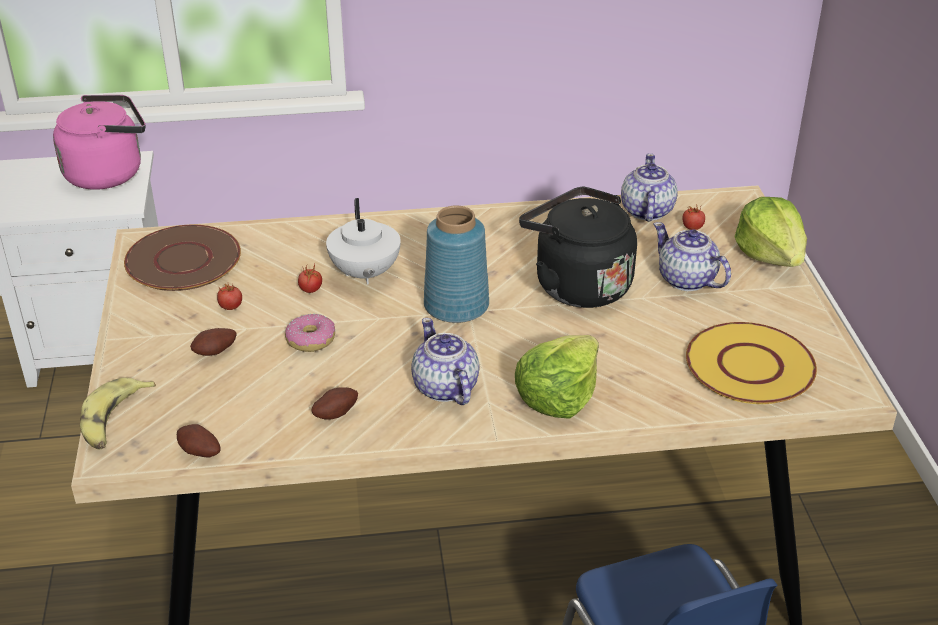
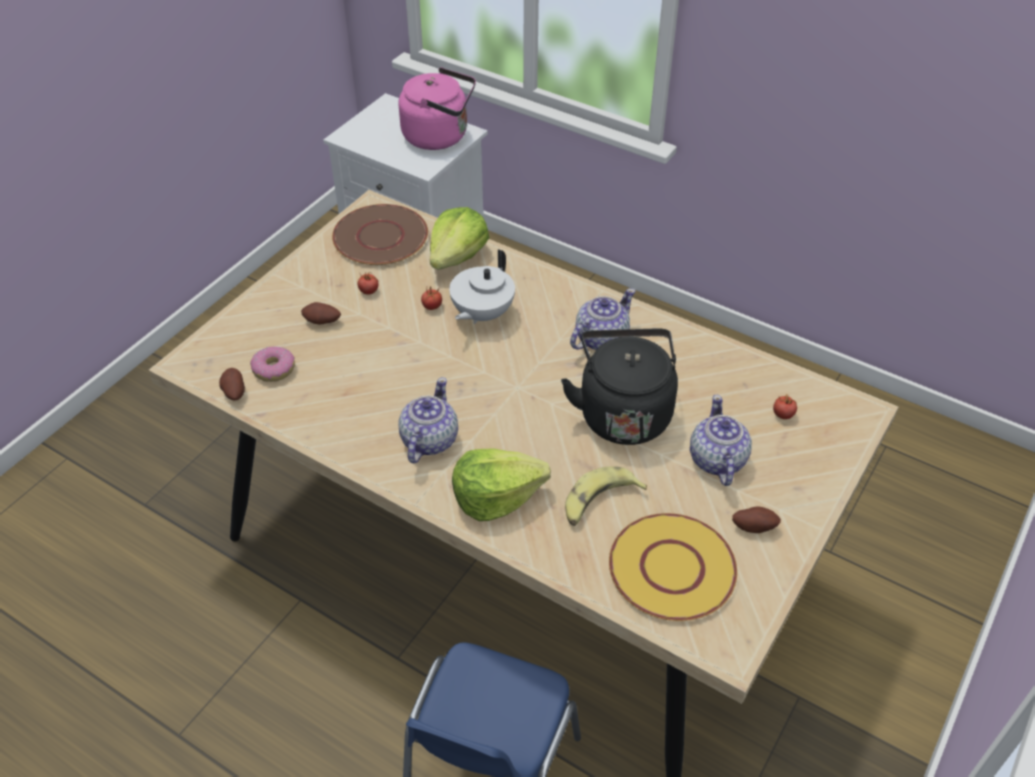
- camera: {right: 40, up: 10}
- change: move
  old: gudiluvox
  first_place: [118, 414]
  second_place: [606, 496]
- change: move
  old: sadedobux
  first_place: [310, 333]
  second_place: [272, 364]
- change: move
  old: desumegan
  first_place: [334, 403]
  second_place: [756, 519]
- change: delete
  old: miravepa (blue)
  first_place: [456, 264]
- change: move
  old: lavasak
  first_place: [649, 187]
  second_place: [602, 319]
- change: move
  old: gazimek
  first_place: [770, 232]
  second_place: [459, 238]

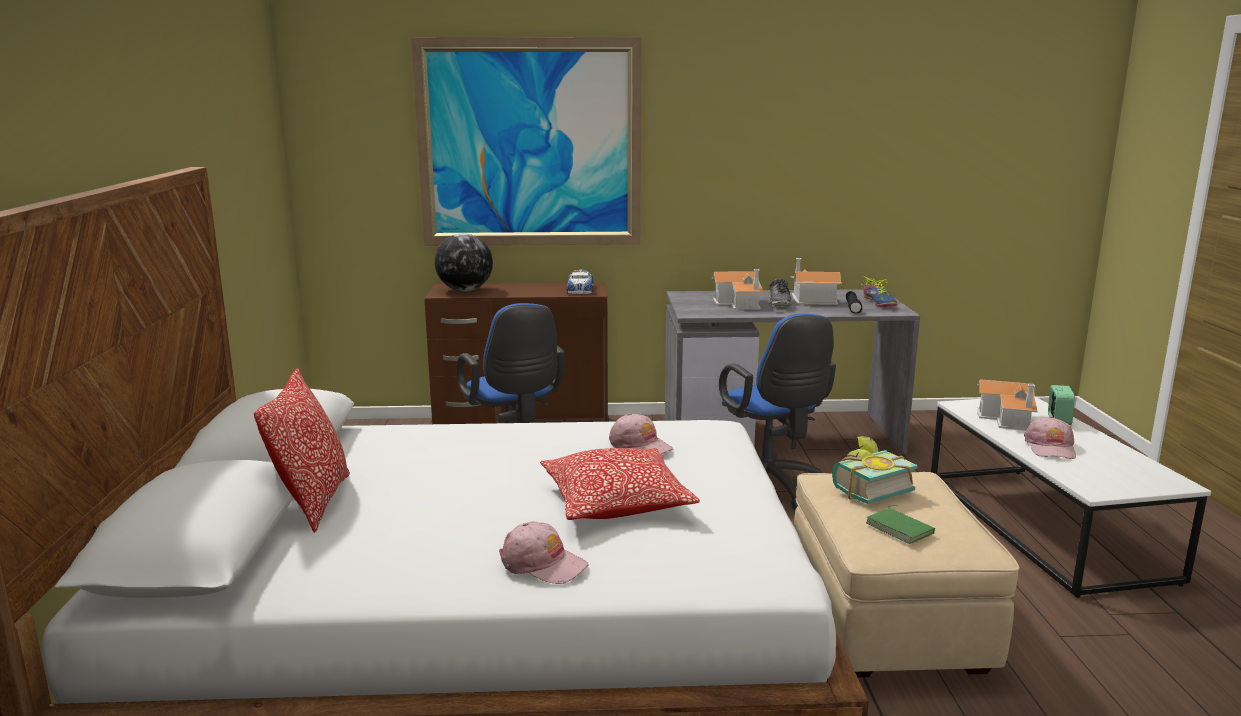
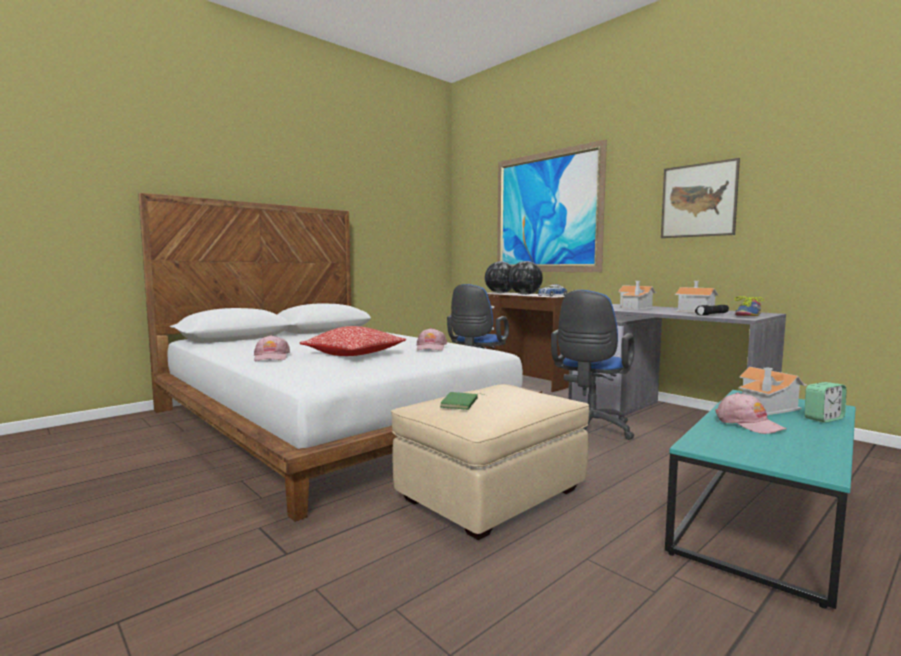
- camera: {right: 50, up: -10}
- change: delete
  old: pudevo
  first_place: [302, 450]
- change: delete
  old: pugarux
  first_place: [780, 293]
- change: delete
  old: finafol
  first_place: [875, 470]
- change: recolor
  old: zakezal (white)
  new: zakezal (turquoise)
  first_place: [1071, 497]
  second_place: [760, 499]
- change: rotate
  old: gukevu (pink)
  first_place: [1050, 437]
  second_place: [751, 413]
  degrees: -90
- change: insert
  new: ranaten
  second_place: [526, 278]
- change: insert
  new: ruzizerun
  second_place: [700, 198]

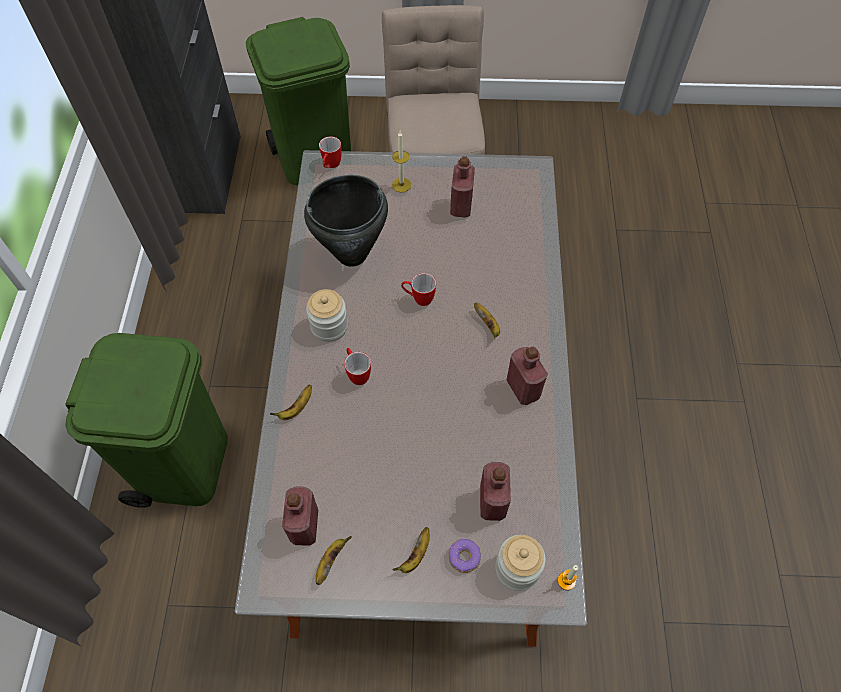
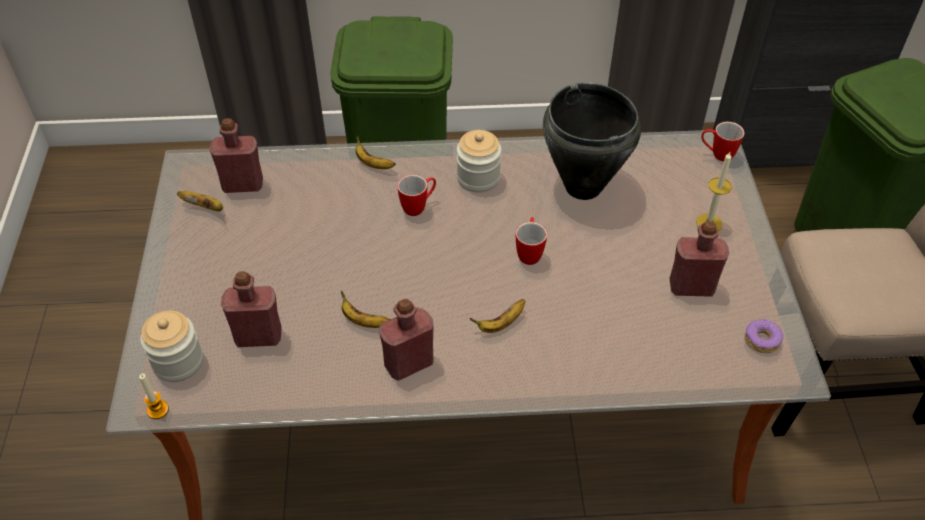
- camera: {right: 85, up: -10}
- change: move
  old: gudiluvox
  first_place: [411, 550]
  second_place: [366, 309]
- change: move
  old: sadedobux
  first_place: [465, 556]
  second_place: [764, 336]

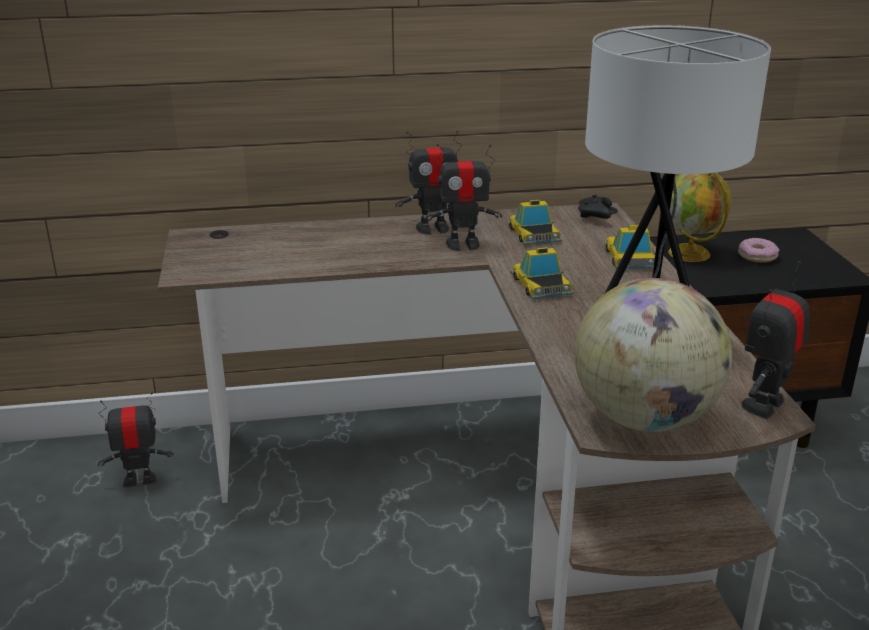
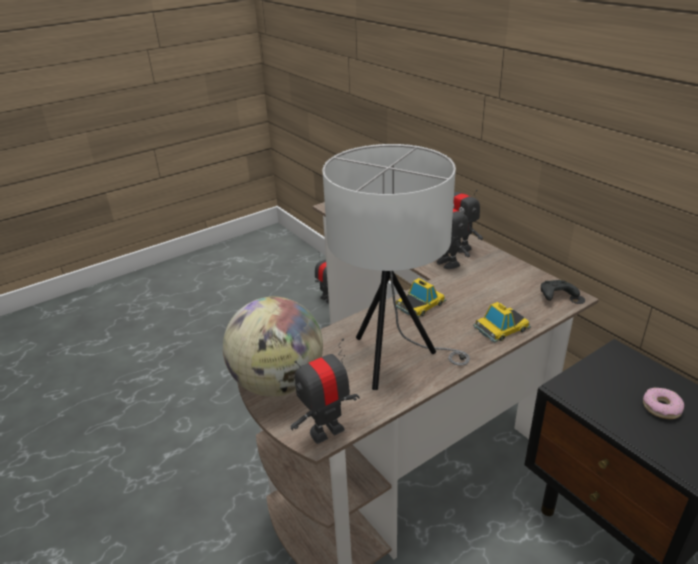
- camera: {right: 65, up: 5}
- change: delete
  old: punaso
  first_place: [534, 222]
- change: delete
  old: ranaten
  first_place: [699, 217]
- change: rotate
  old: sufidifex
  first_place: [775, 340]
  second_place: [325, 391]
  degrees: -45

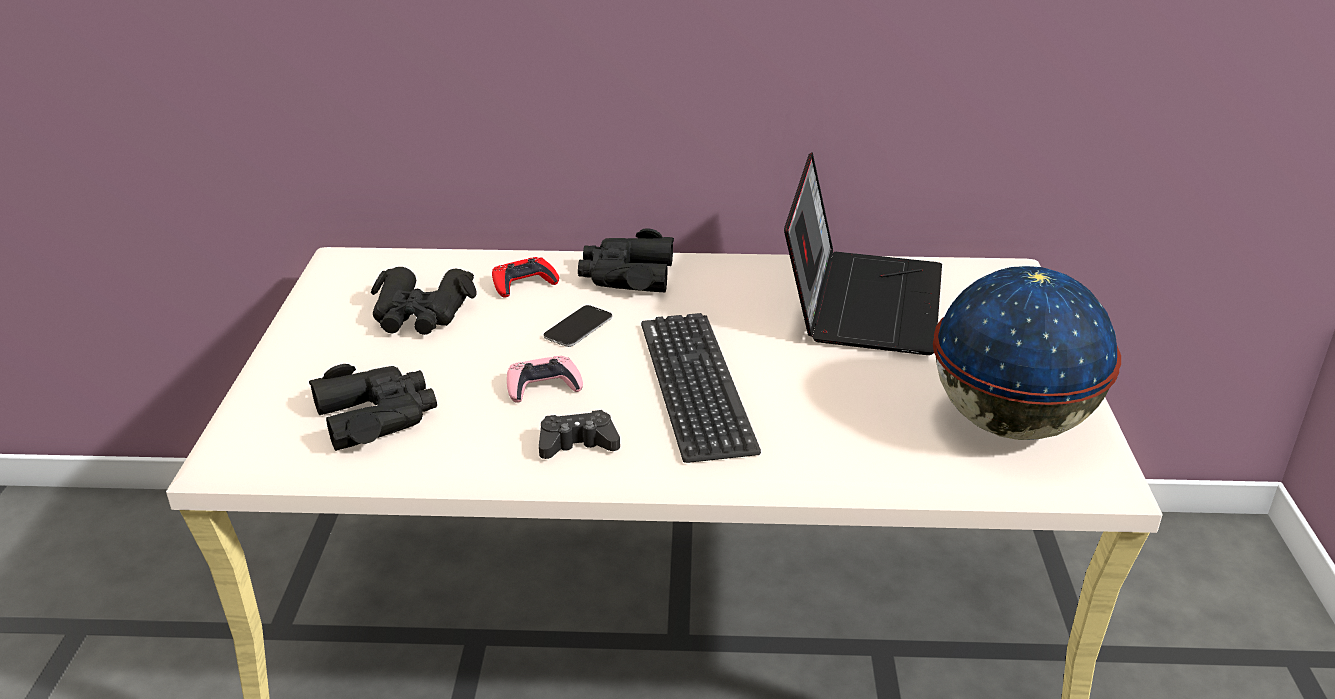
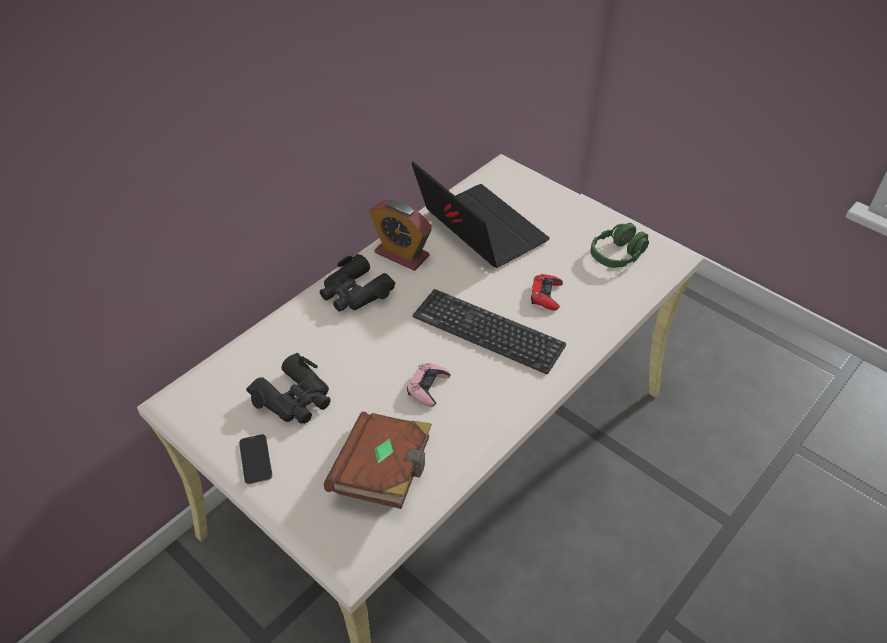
- camera: {right: -50, up: 15}
- change: replace
  old: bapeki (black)
  new: finafol (brown)
  first_place: [373, 407]
  second_place: [378, 460]
- change: move
  old: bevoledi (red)
  first_place: [525, 277]
  second_place: [547, 292]
- change: delete
  old: bevoledi (black)
  first_place: [579, 434]
- change: move
  old: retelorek
  first_place: [577, 326]
  second_place: [255, 459]
- change: replace
  old: ranaten
  new: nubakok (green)
  first_place: [1027, 353]
  second_place: [620, 245]
- change: insert
  new: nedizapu
  second_place: [400, 235]

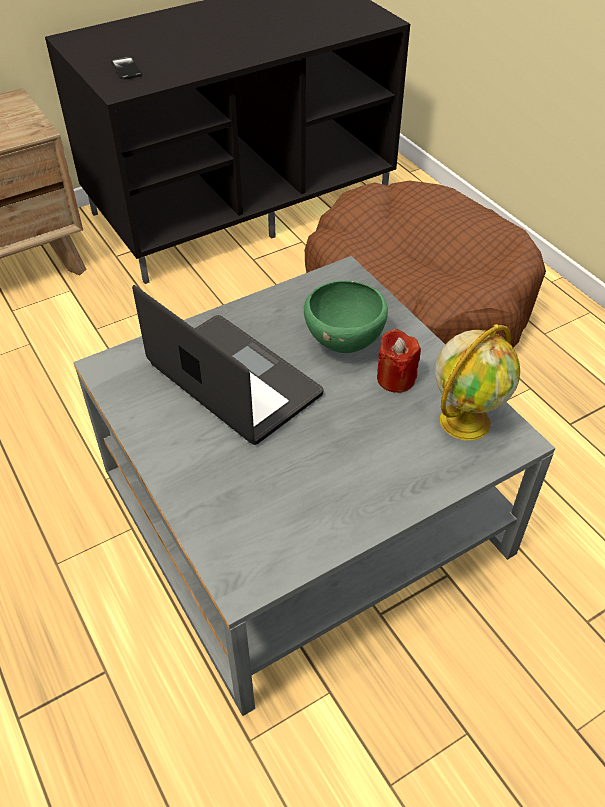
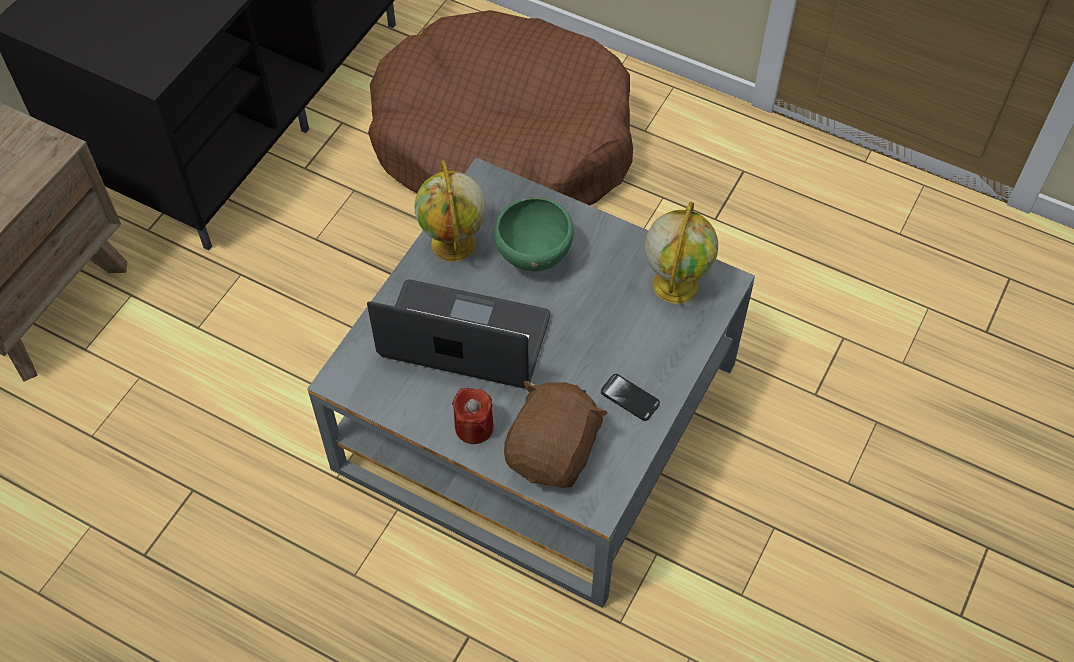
- camera: {right: -30, up: 10}
- change: move
  old: retelorek
  first_place: [126, 68]
  second_place: [630, 397]
- change: move
  old: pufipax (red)
  first_place: [399, 361]
  second_place: [473, 416]
- change: insert
  new: ranaten
  second_place: [450, 211]
- change: insert
  new: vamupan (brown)
  second_place: [556, 434]

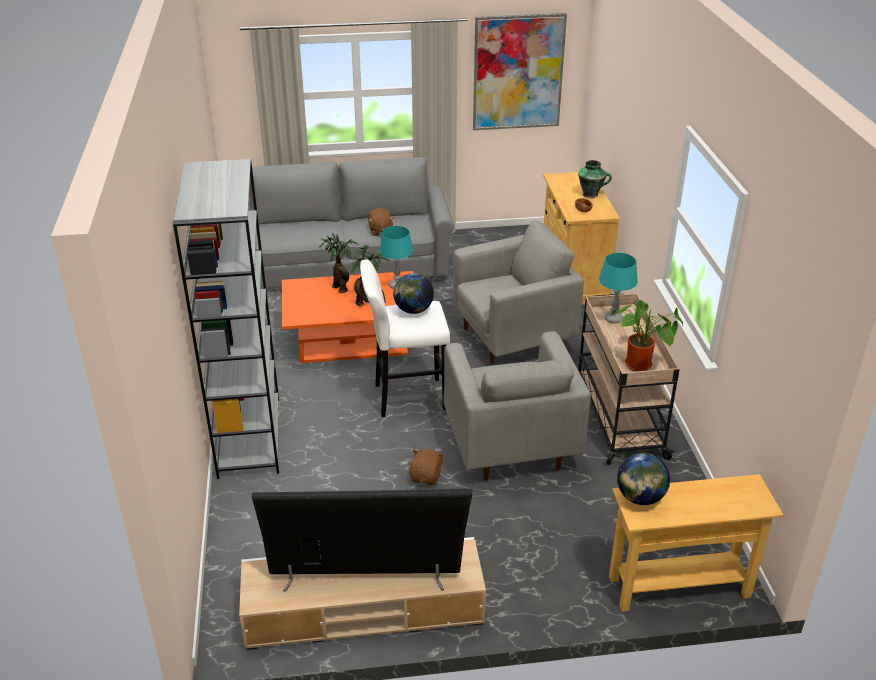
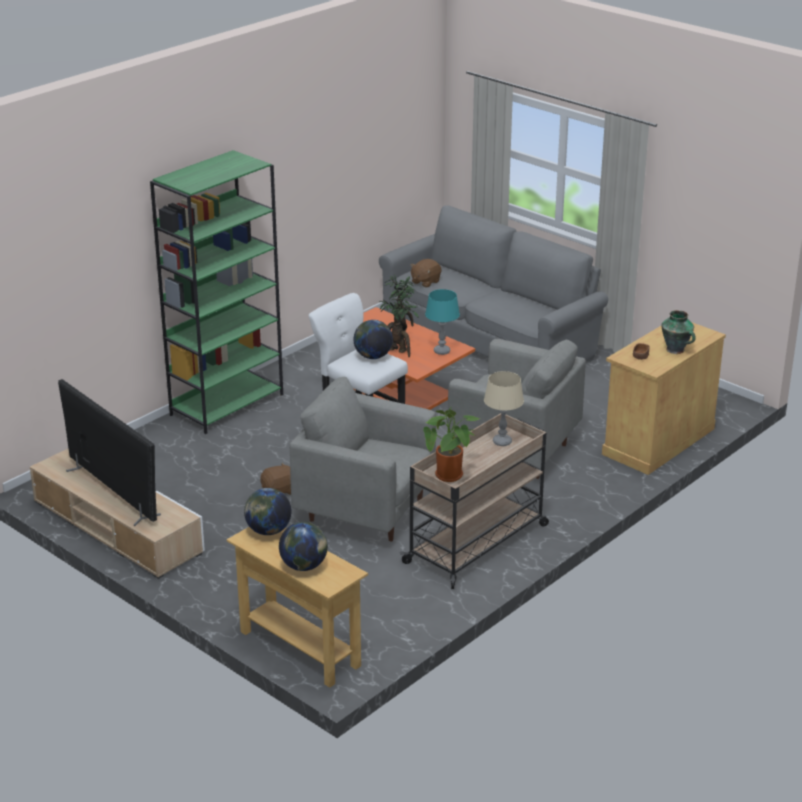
- camera: {right: 50, up: -5}
- change: recolor
  old: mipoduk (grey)
  new: mipoduk (green)
  first_place: [226, 319]
  second_place: [216, 292]
- change: move
  old: vamupan (brown)
  first_place: [381, 222]
  second_place: [425, 273]
- change: rotate
  old: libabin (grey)
  first_place: [517, 406]
  second_place: [363, 459]
  degrees: 75
- change: delete
  old: ruzizerun
  first_place: [520, 71]
- change: recolor
  old: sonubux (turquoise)
  new: sonubux (beige)
  first_place: [618, 288]
  second_place: [504, 408]
- change: insert
  new: ranaten
  second_place: [303, 546]

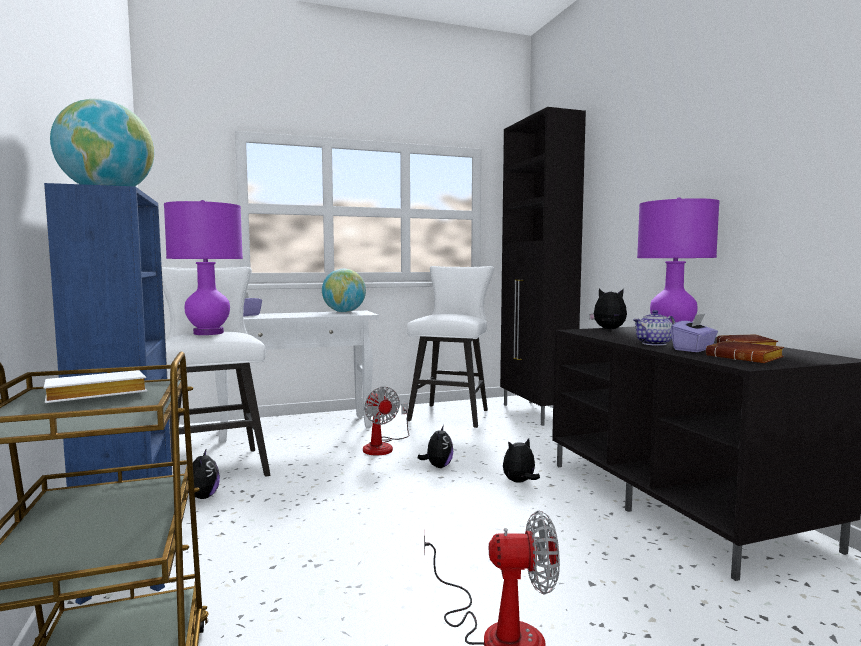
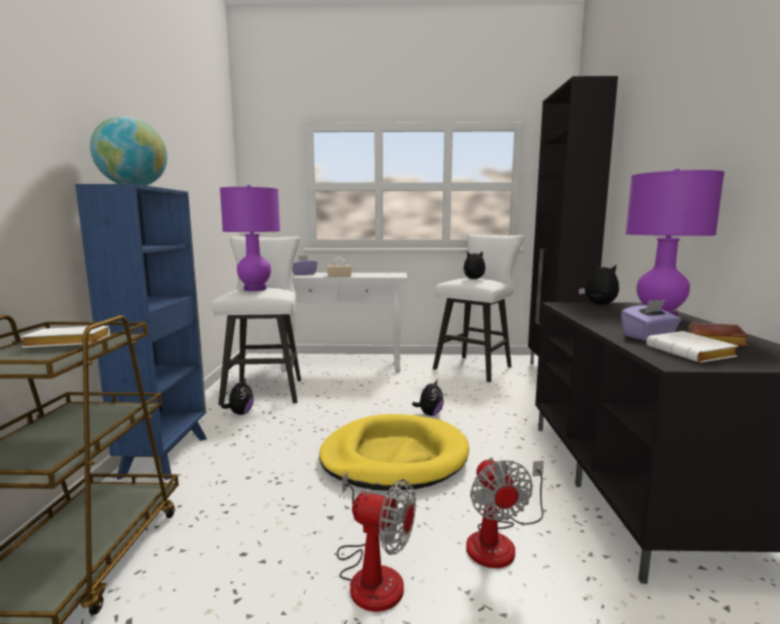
- camera: {right: 20, up: 5}
- change: delete
  old: ranaten
  first_place: [344, 290]
- change: move
  old: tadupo
  first_place: [386, 421]
  second_place: [505, 512]
- change: move
  old: vamupan
  first_place: [521, 460]
  second_place: [474, 265]
- change: delete
  old: lavasak
  first_place: [654, 328]
- change: recolor
  old: finafol (brown)
  new: finafol (white)
  first_place: [745, 351]
  second_place: [692, 347]
- change: insert
  new: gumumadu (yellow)
  second_place: [394, 452]
- change: insert
  new: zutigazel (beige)
  second_place: [339, 266]

